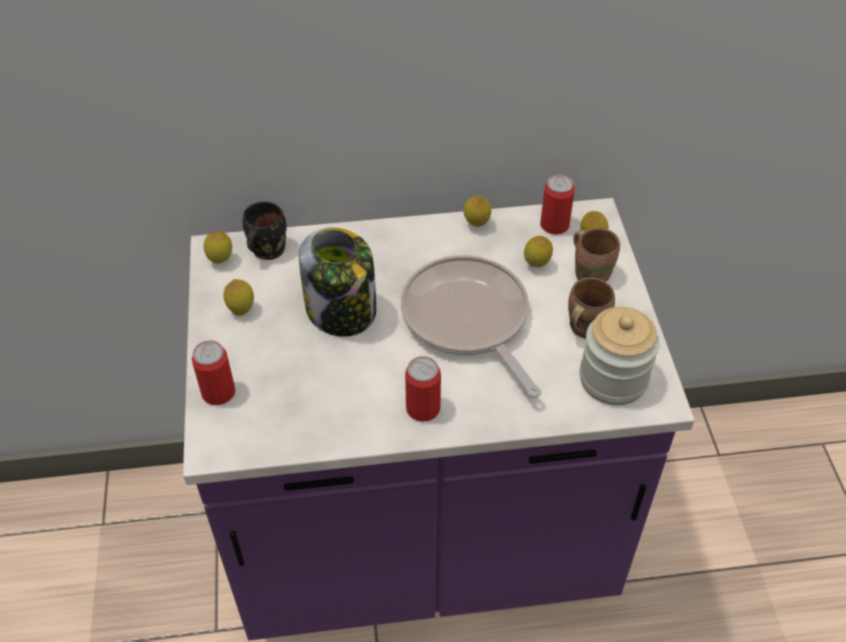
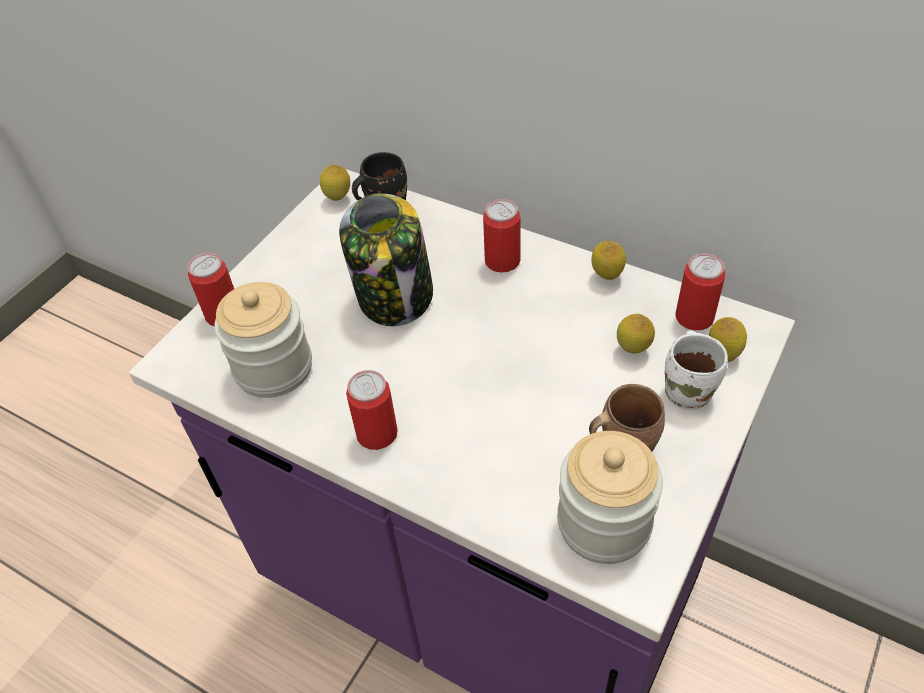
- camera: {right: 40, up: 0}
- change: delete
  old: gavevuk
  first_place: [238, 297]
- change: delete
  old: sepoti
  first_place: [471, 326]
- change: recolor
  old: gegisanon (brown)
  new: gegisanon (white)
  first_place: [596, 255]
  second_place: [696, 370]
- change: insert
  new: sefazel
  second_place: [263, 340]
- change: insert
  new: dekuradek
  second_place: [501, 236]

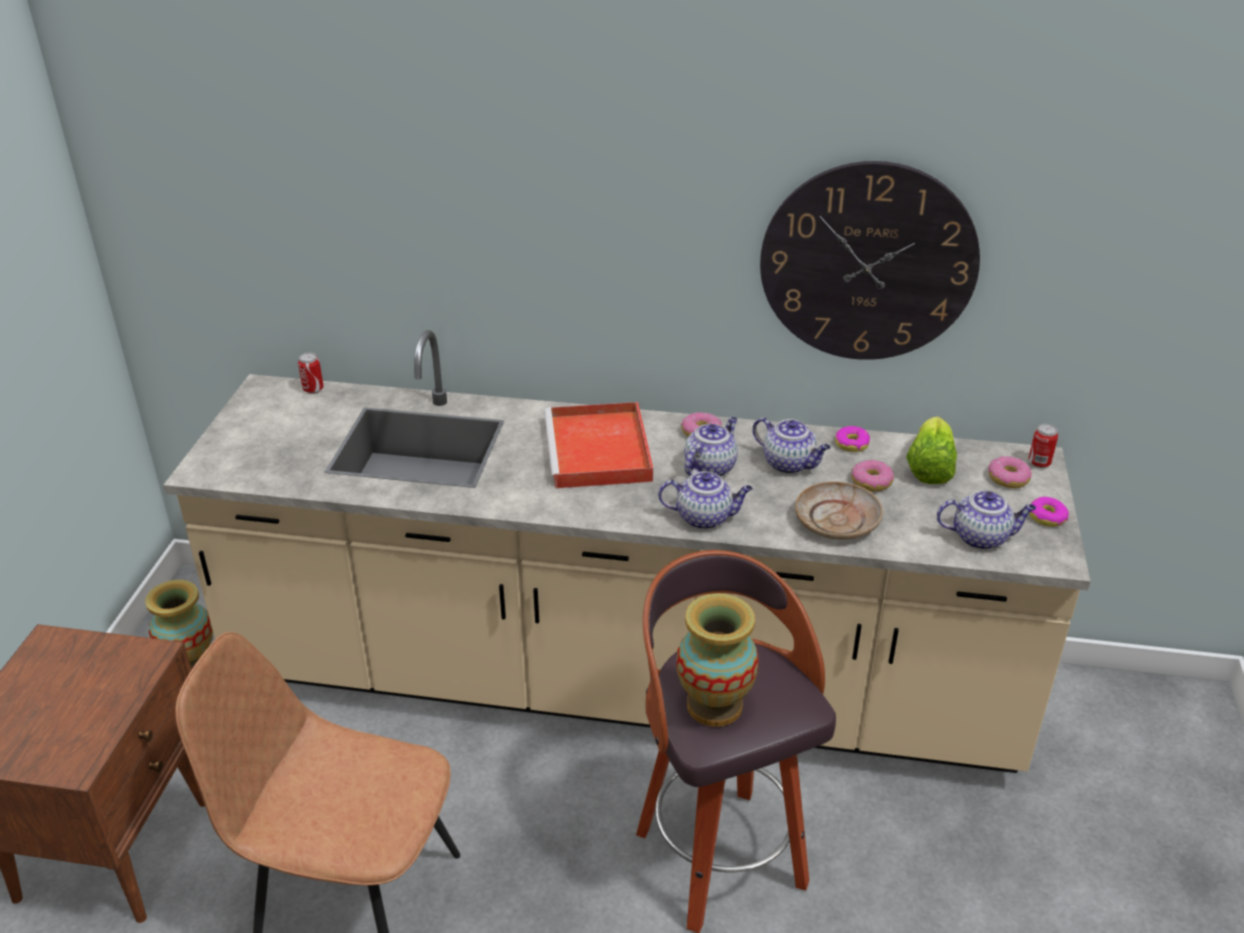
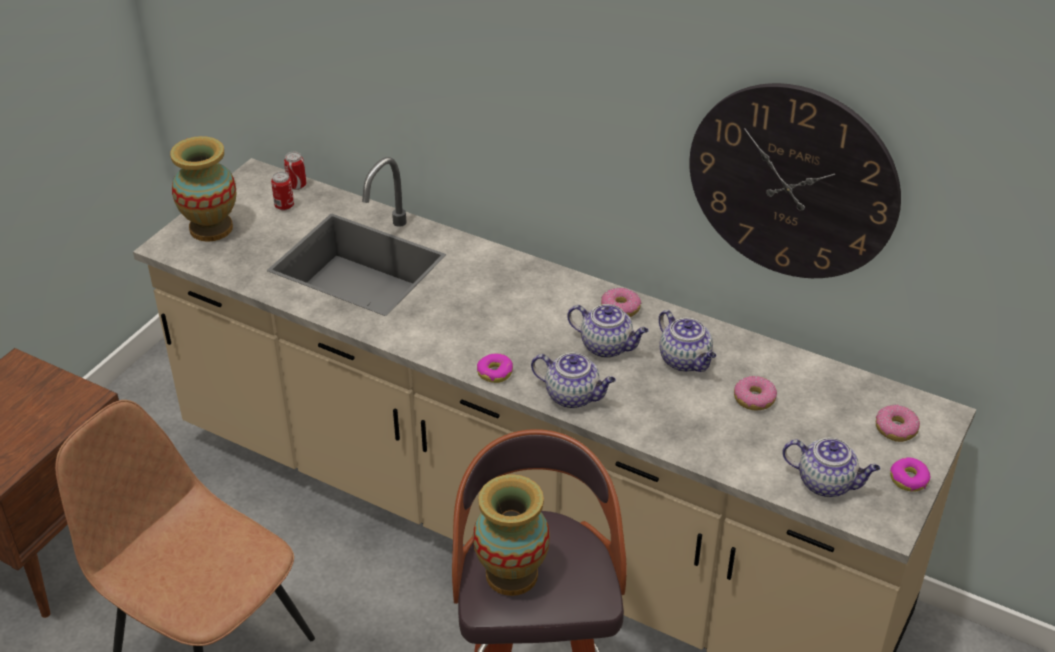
- camera: {right: 20, up: 5}
- change: move
  old: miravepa
  first_place: [179, 625]
  second_place: [203, 189]
- change: delete
  old: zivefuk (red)
  first_place: [598, 445]
- change: rotate
  old: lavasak
  first_place: [711, 447]
  second_place: [608, 331]
  degrees: 60
- change: delete
  old: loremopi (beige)
  first_place: [839, 510]
- change: move
  old: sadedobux
  first_place: [852, 439]
  second_place: [495, 368]
- change: delete
  old: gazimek
  first_place: [931, 450]
- change: move
  old: dekuradek
  first_place: [1043, 446]
  second_place: [282, 191]

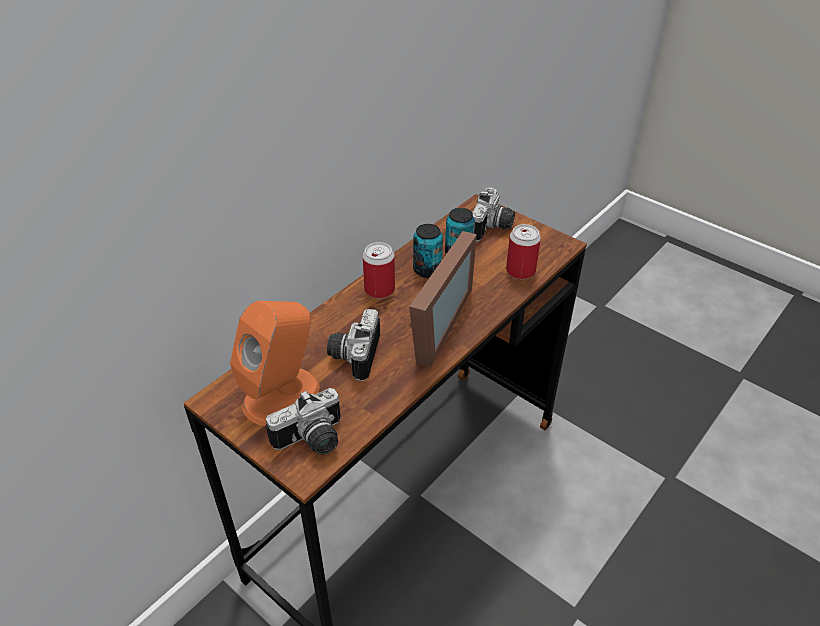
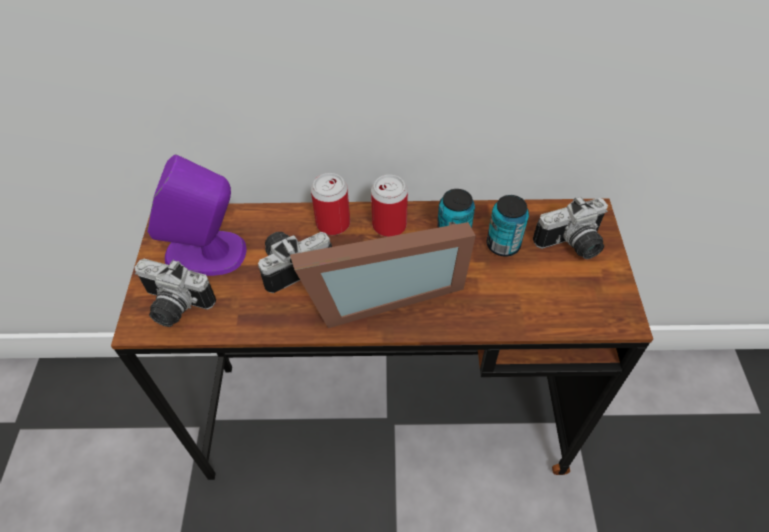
- camera: {right: 50, up: 10}
- change: recolor
  old: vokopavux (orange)
  new: vokopavux (purple)
  first_place: [275, 363]
  second_place: [196, 215]
- change: move
  old: dekuradek
  first_place: [523, 251]
  second_place: [330, 204]

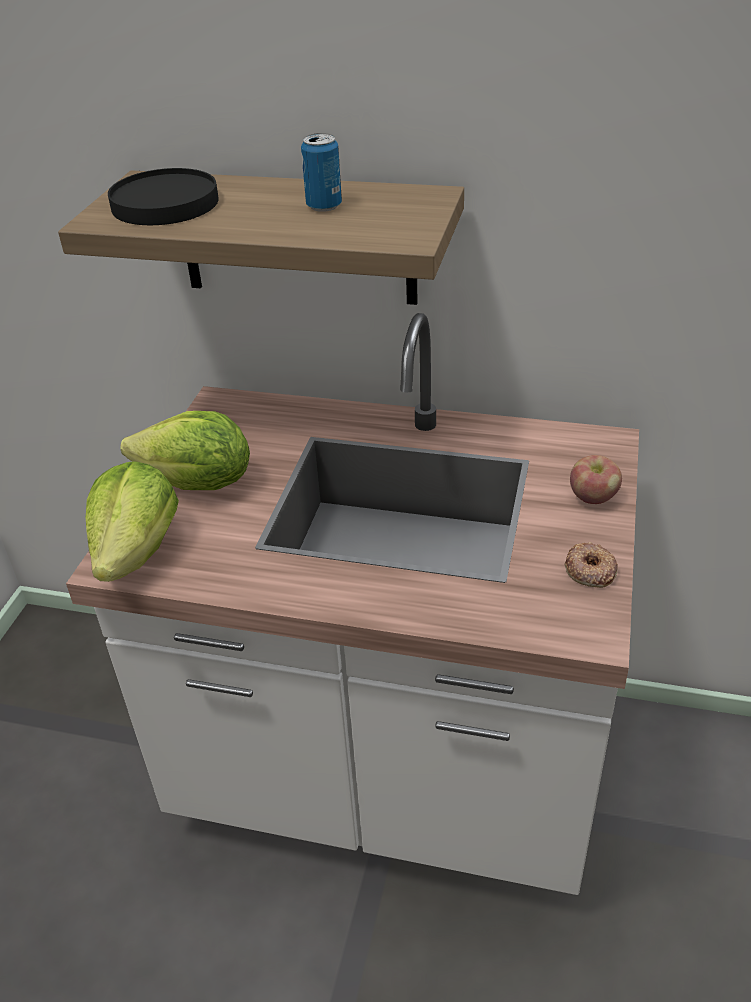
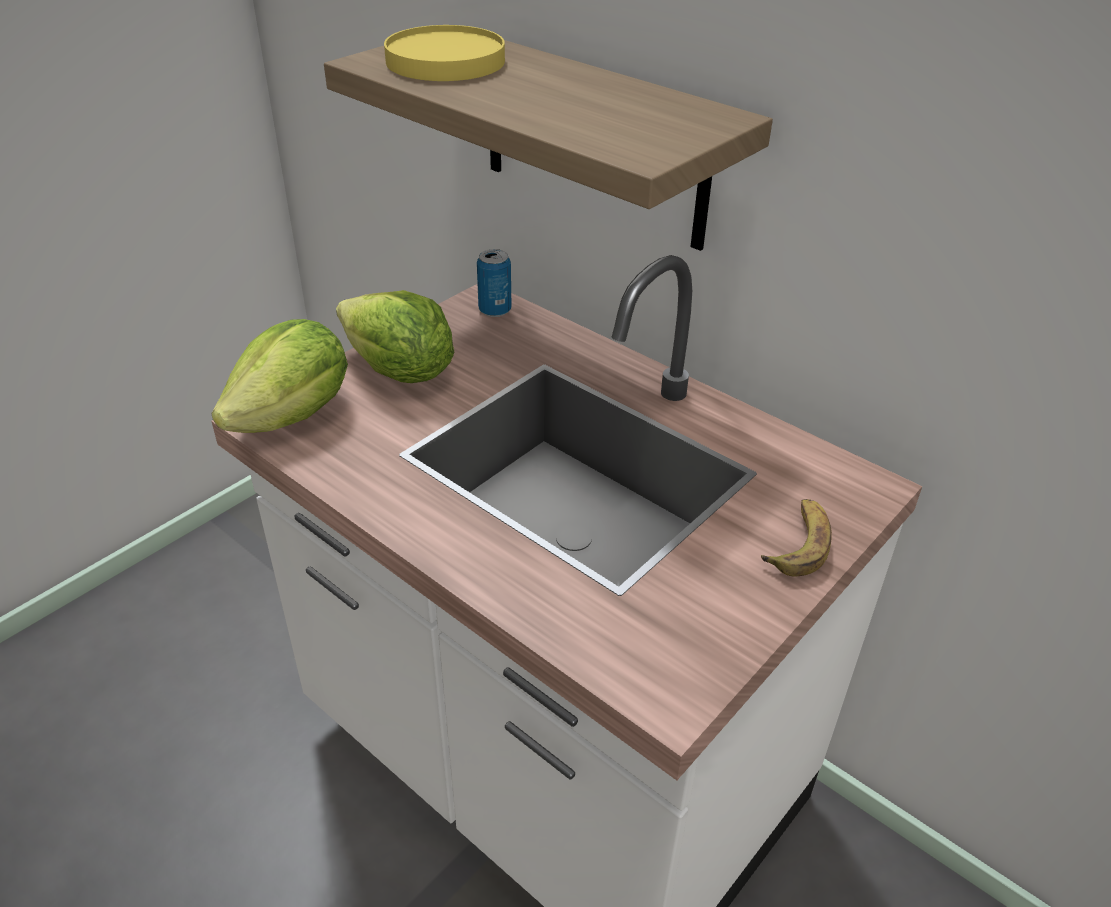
- camera: {right: 25, up: 0}
- change: recolor
  old: loremopi (black)
  new: loremopi (yellow)
  first_place: [163, 196]
  second_place: [444, 53]
- change: move
  old: dekuradek
  first_place: [321, 172]
  second_place: [494, 283]
- change: delete
  old: sadedobux
  first_place: [591, 565]
- change: replace
  old: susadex
  new: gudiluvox
  first_place: [596, 479]
  second_place: [796, 537]

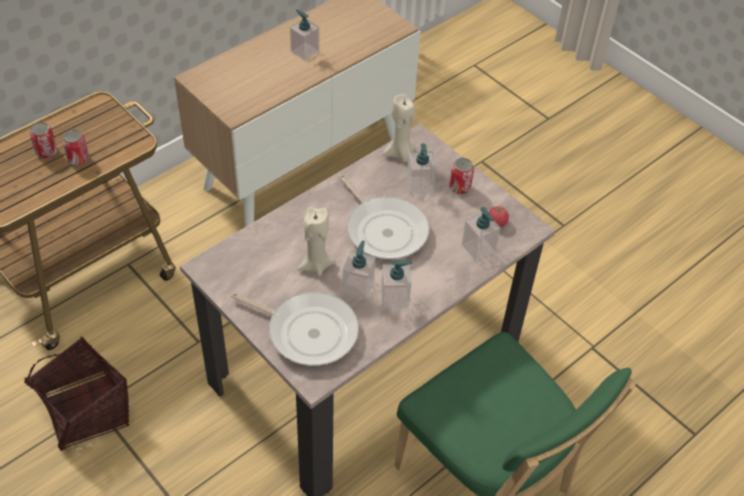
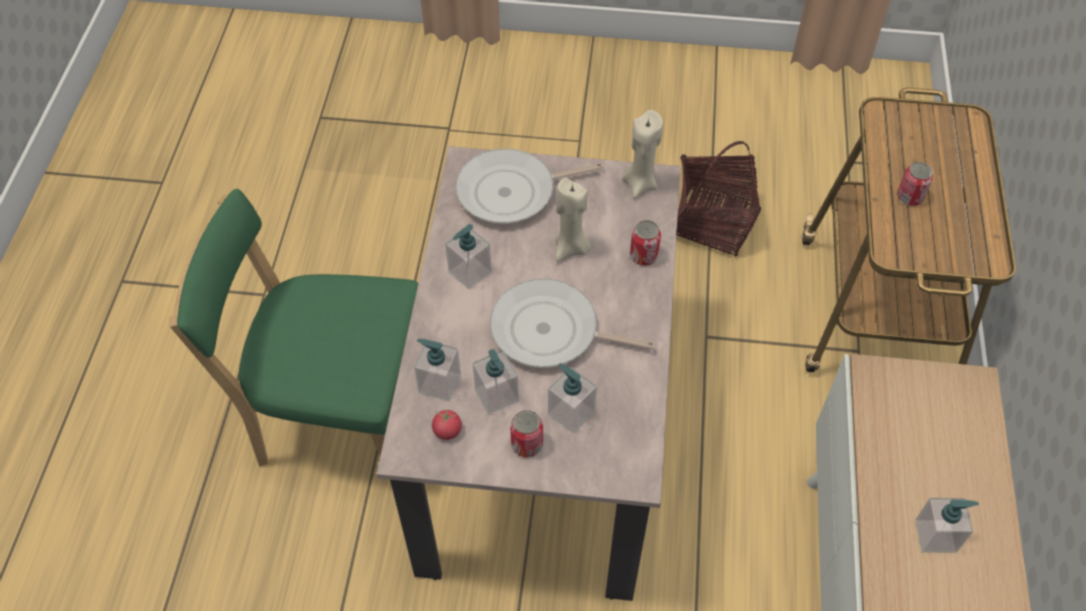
- camera: {right: 140, up: 5}
- change: move
  old: dekuradek
  first_place: [43, 140]
  second_place: [645, 243]
- change: move
  old: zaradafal
  first_place: [359, 270]
  second_place: [495, 381]
- change: move
  old: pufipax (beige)
  first_place: [399, 128]
  second_place: [642, 154]

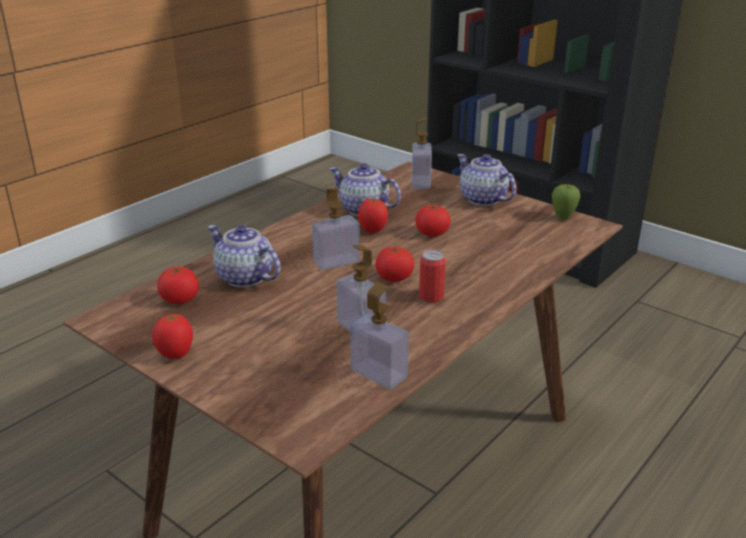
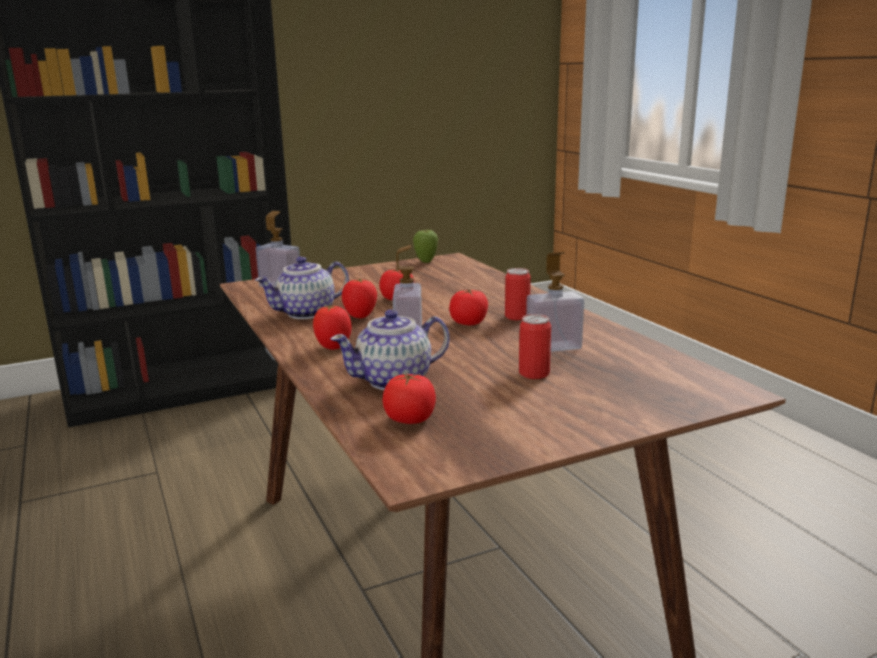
- camera: {right: -65, up: -10}
- change: move
  old: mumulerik
  first_place: [172, 336]
  second_place: [332, 327]
- change: delete
  old: zaradafal
  first_place: [379, 335]
- change: delete
  old: lavasak
  first_place: [487, 180]
- change: insert
  new: dekuradek
  second_place: [535, 346]

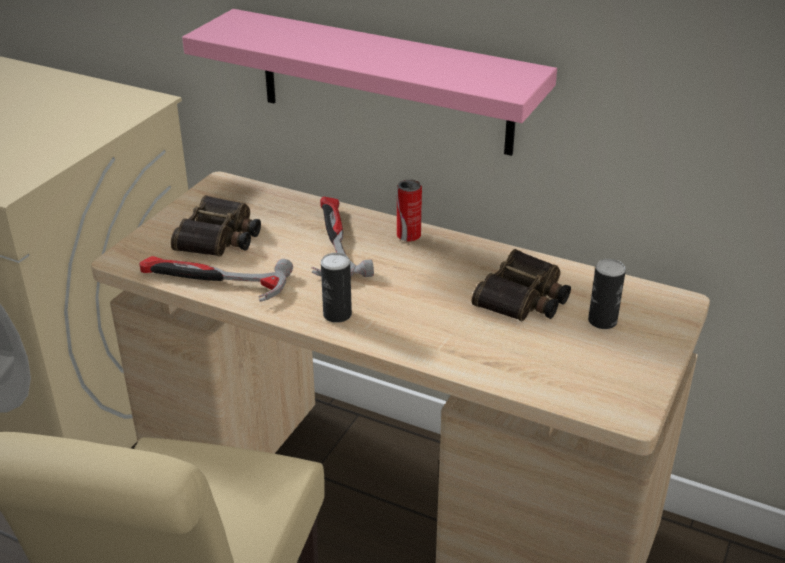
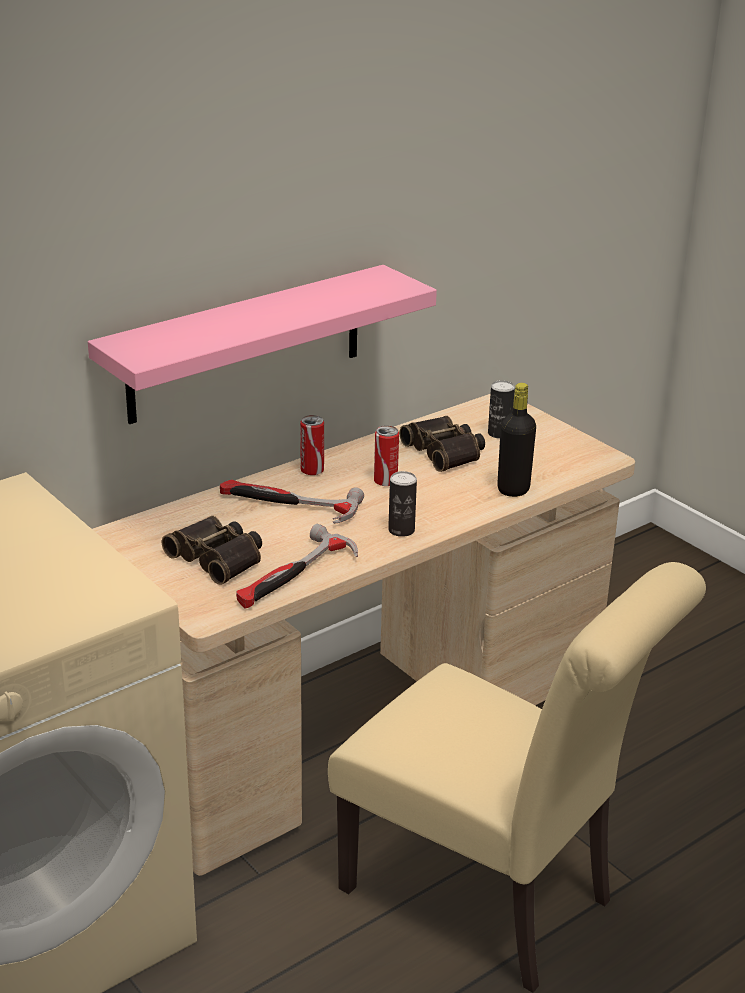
- camera: {right: -65, up: -5}
- change: insert
  new: dekuradek
  second_place: [386, 456]
- change: insert
  new: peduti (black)
  second_place: [516, 440]

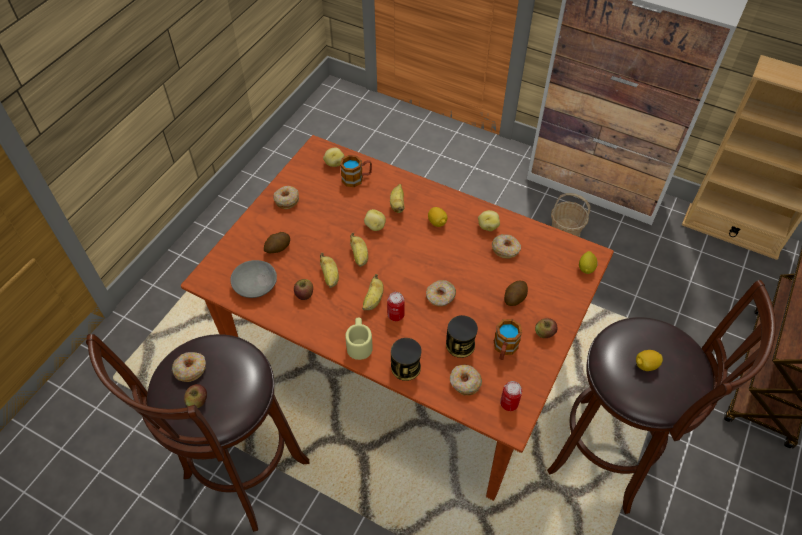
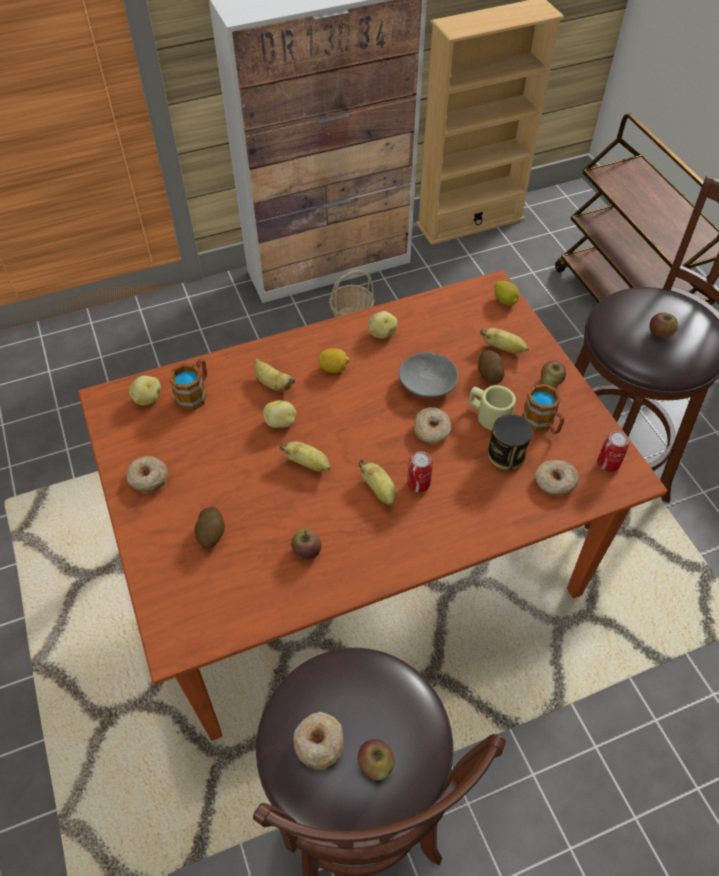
- camera: {right: -50, up: 0}
- change: move
  old: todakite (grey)
  first_place: [253, 279]
  second_place: [428, 375]
- change: move
  old: gudiluvox
  first_place: [329, 270]
  second_place: [504, 341]
- change: move
  old: gegisanon (beige)
  first_place: [359, 338]
  second_place: [492, 408]
- change: delete
  old: dekuradek
  first_place: [406, 359]
- change: delete
  old: sadedobux
  first_place: [506, 246]
- change: replace
  old: gavevuk
  new: susadex
  first_place: [649, 360]
  second_place: [664, 325]

